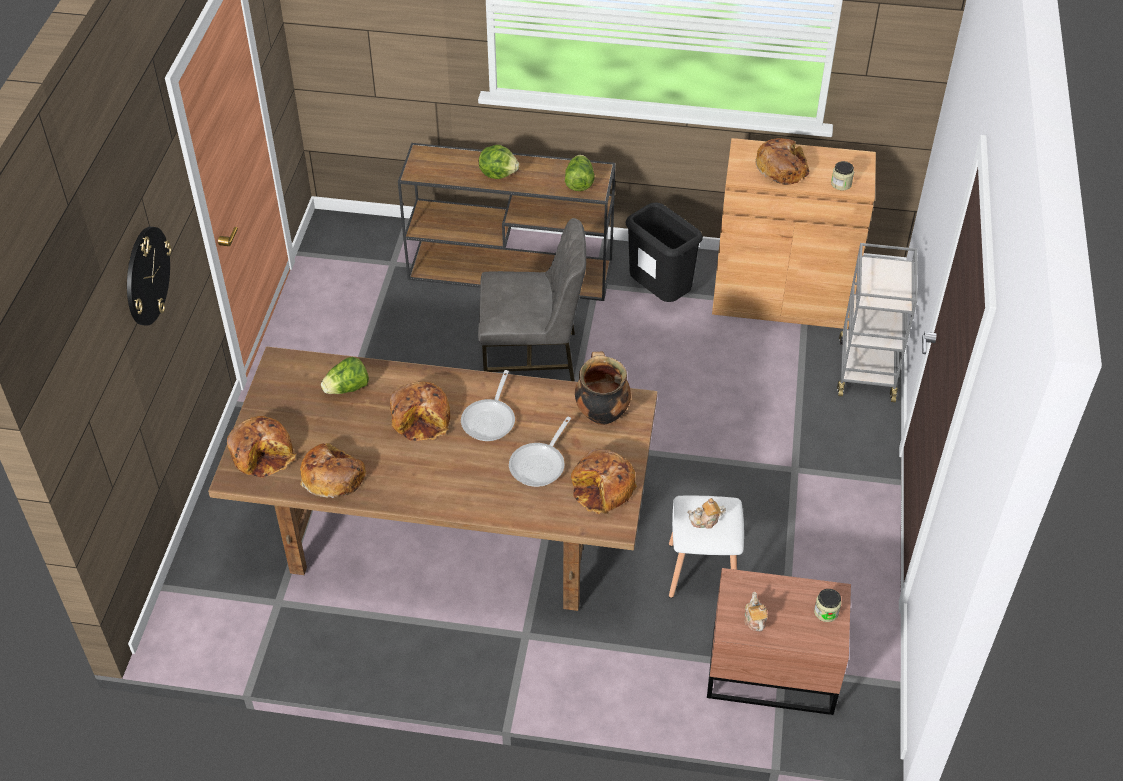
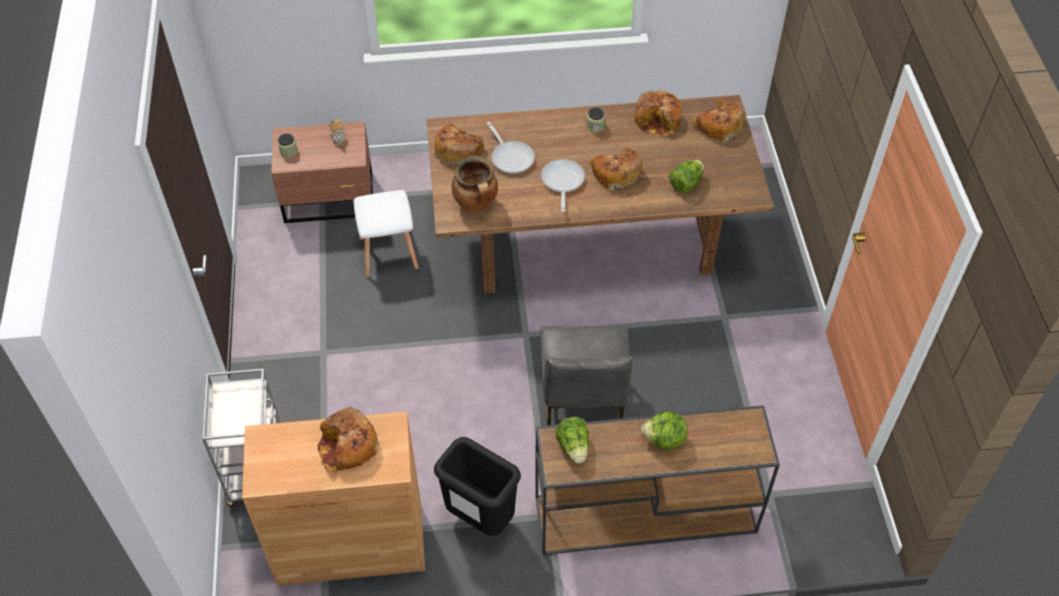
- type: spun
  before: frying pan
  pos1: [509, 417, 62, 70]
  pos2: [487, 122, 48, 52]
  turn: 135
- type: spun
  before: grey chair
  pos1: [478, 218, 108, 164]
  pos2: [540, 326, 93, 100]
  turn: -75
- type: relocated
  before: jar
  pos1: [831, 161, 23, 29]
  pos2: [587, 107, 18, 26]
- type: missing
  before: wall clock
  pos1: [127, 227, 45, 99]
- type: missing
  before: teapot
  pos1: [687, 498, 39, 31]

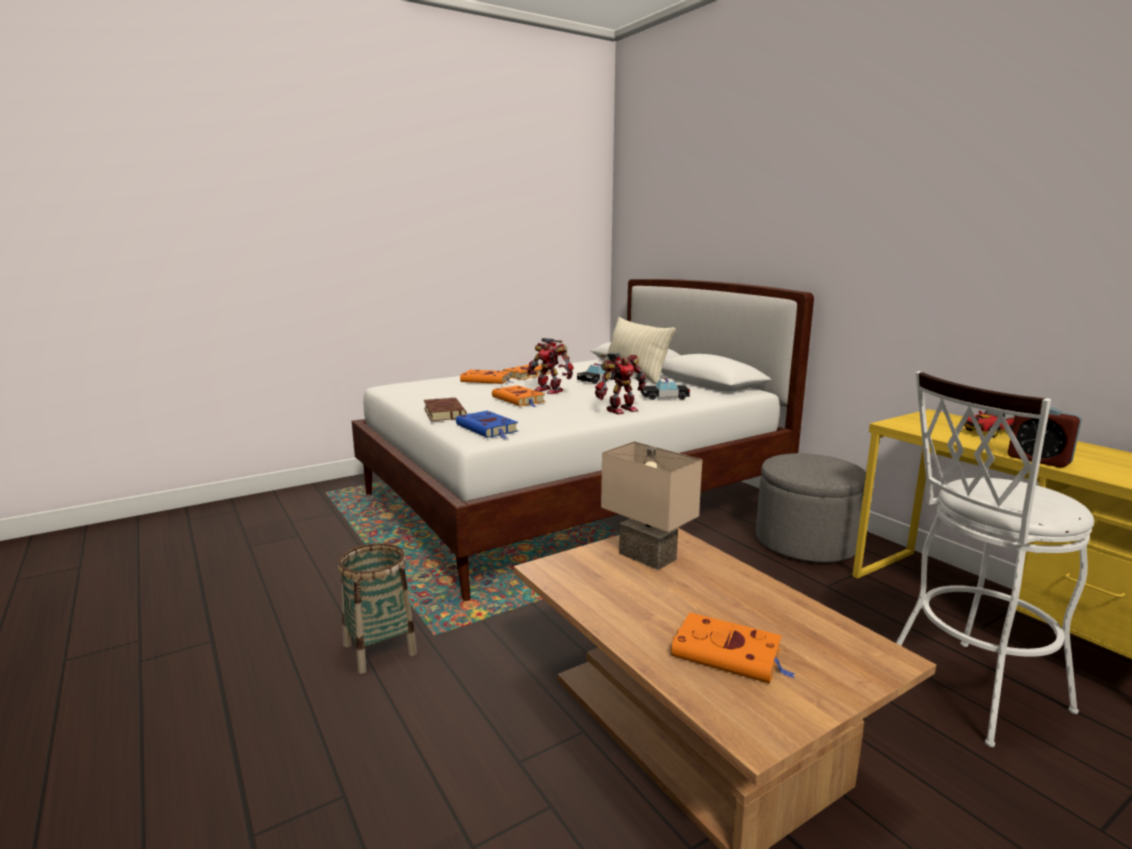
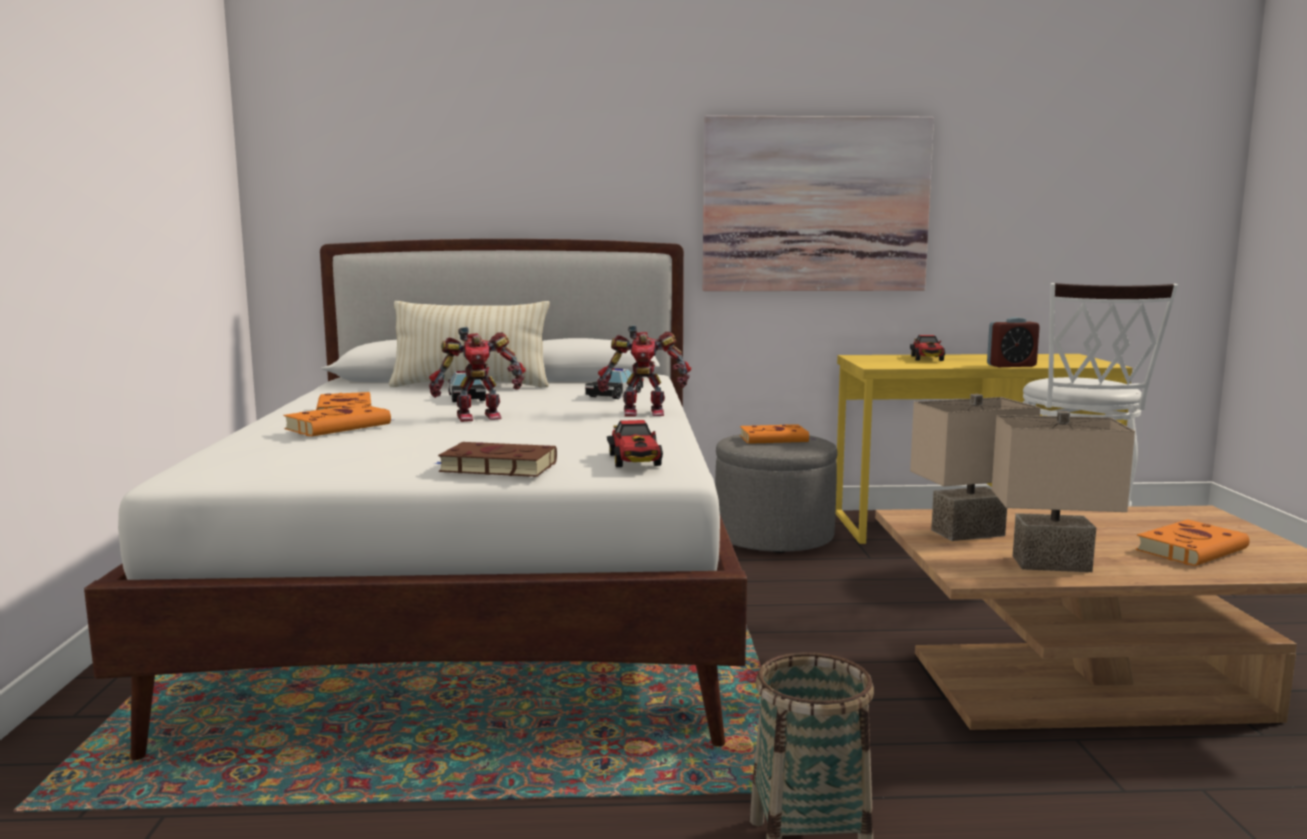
- type: spun
  before: toy robot
  pos1: [595, 353, 51, 62]
  pos2: [597, 325, 94, 91]
  turn: 90
- type: exchanged
  before: blue book
  after: toy car
  pos1: [456, 411, 62, 28]
  pos2: [607, 420, 56, 47]
- type: appeared
  after: picture
  pos2: [703, 116, 231, 175]
- type: relocated
  before: orange book
  pos1: [492, 385, 53, 22]
  pos2: [740, 424, 72, 20]
- type: appeared
  after: beige table lamp
  pos2: [992, 411, 143, 161]

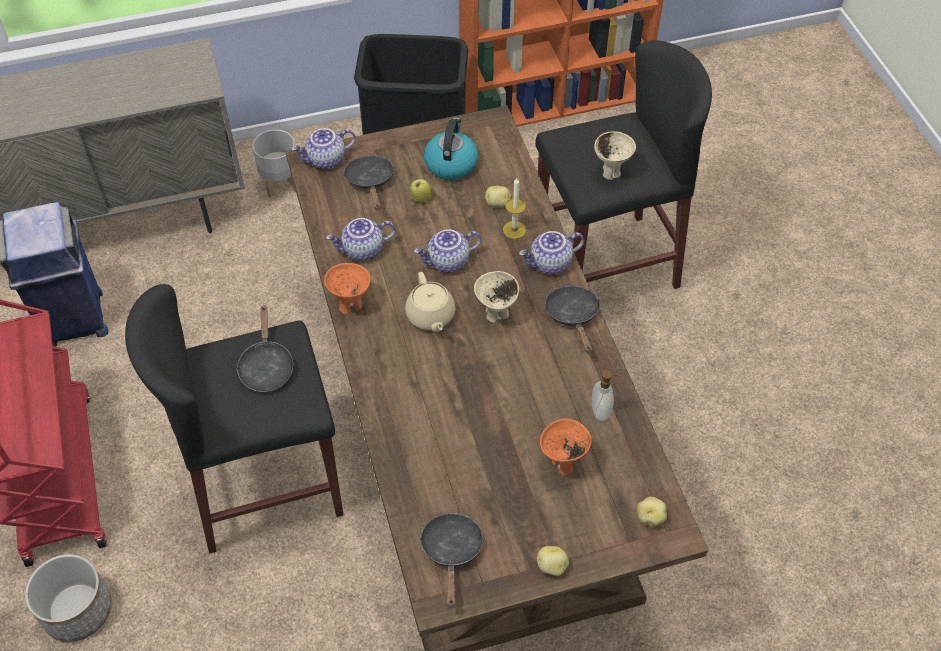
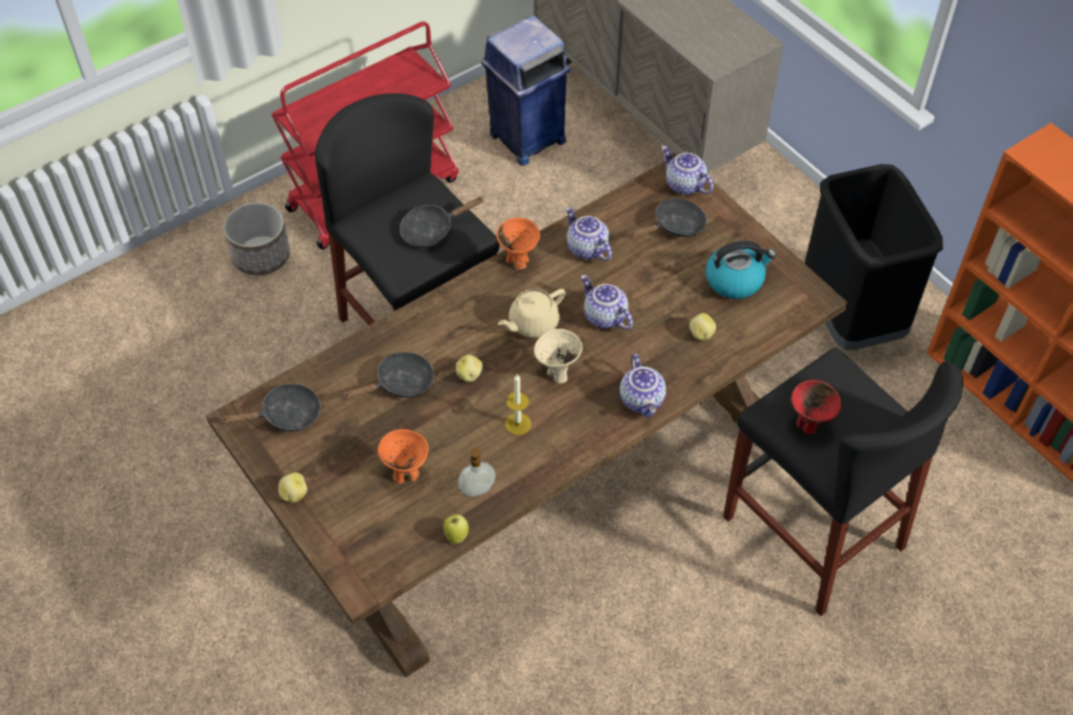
- type: relocated
  before: black frying pan
  pos1: [545, 286, 54, 68]
  pos2: [342, 352, 92, 48]
- type: relocated
  before: apple
  pos1: [410, 178, 21, 25]
  pos2: [444, 514, 25, 29]
- type: relocated
  before: potato
  pos1: [637, 497, 30, 30]
  pos2: [456, 355, 27, 27]
- type: relocated
  before: candle
  pos1: [503, 178, 23, 61]
  pos2: [505, 375, 26, 60]
- type: spun
  before: teapot
  pos1: [519, 231, 65, 43]
  pos2: [620, 354, 46, 63]
  turn: -150
- type: colour
  before: beige bowl
  after: red bowl
  pos1: [594, 131, 42, 49]
  pos2: [791, 380, 50, 54]
- type: missing
  before: grey planter
  pos1: [252, 129, 44, 69]

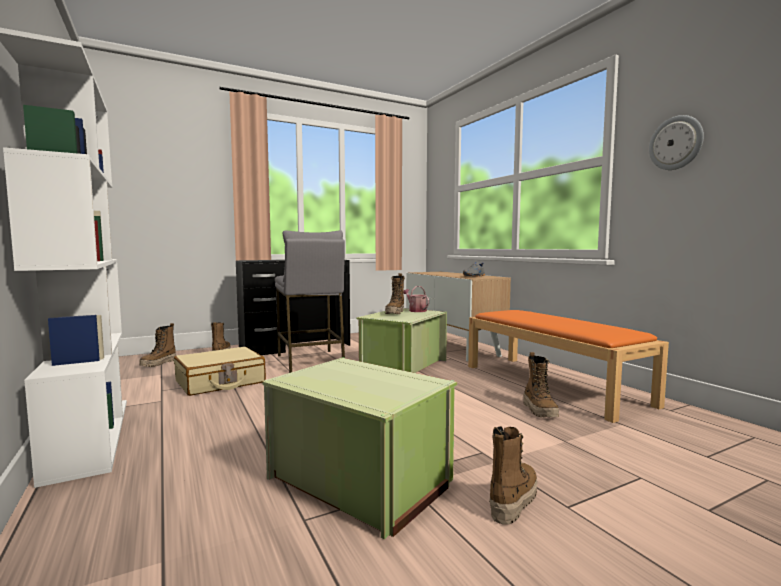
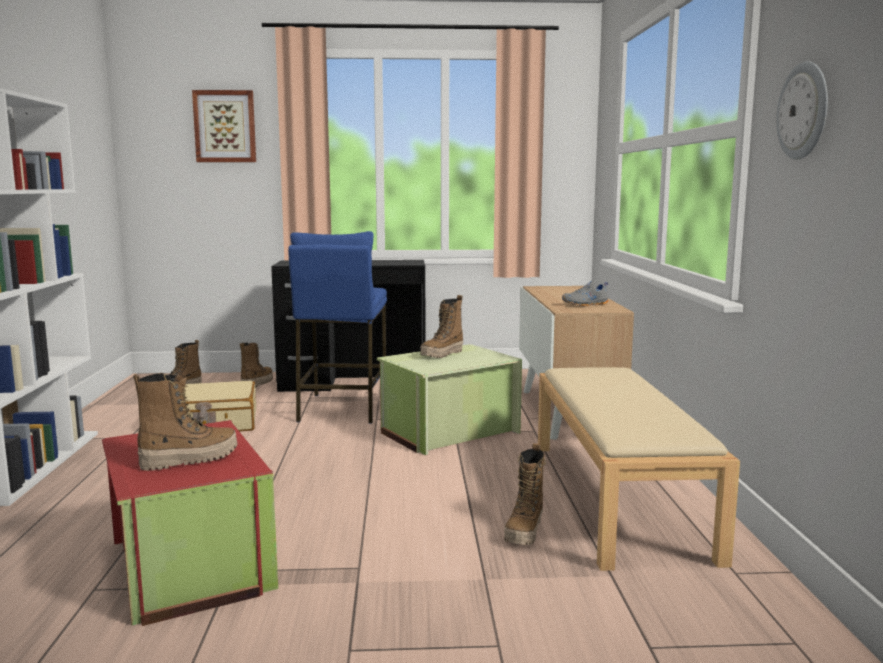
- type: colour
  before: green storage box
  after: red storage box
  pos1: [263, 357, 194, 182]
  pos2: [102, 420, 176, 206]
- type: relocated
  before: boot
  pos1: [489, 426, 48, 99]
  pos2: [133, 373, 105, 98]
- type: appeared
  after: picture
  pos2: [192, 90, 64, 72]
- type: colour
  before: grey stool
  after: blue stool
  pos1: [275, 230, 70, 143]
  pos2: [288, 231, 99, 192]
- type: colour
  before: orange bench
  after: beige bench
  pos1: [468, 310, 201, 113]
  pos2: [538, 367, 202, 204]
- type: missing
  before: watering can
  pos1: [404, 286, 25, 26]

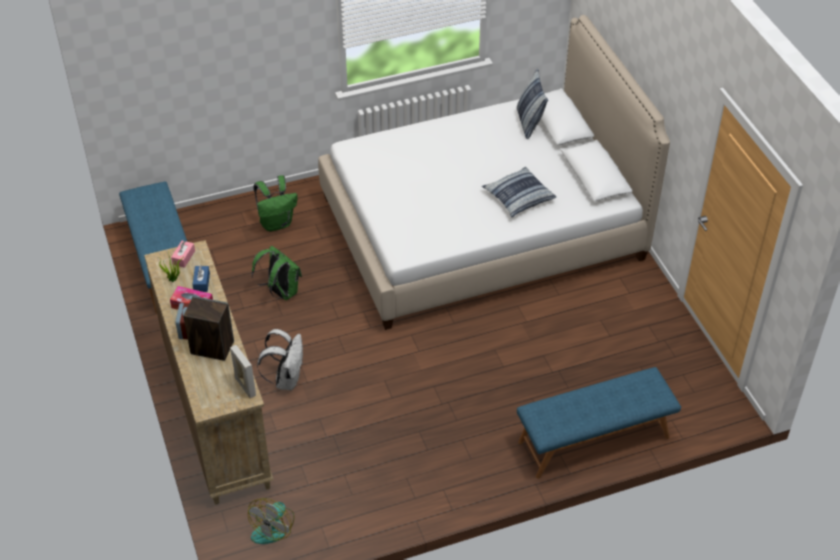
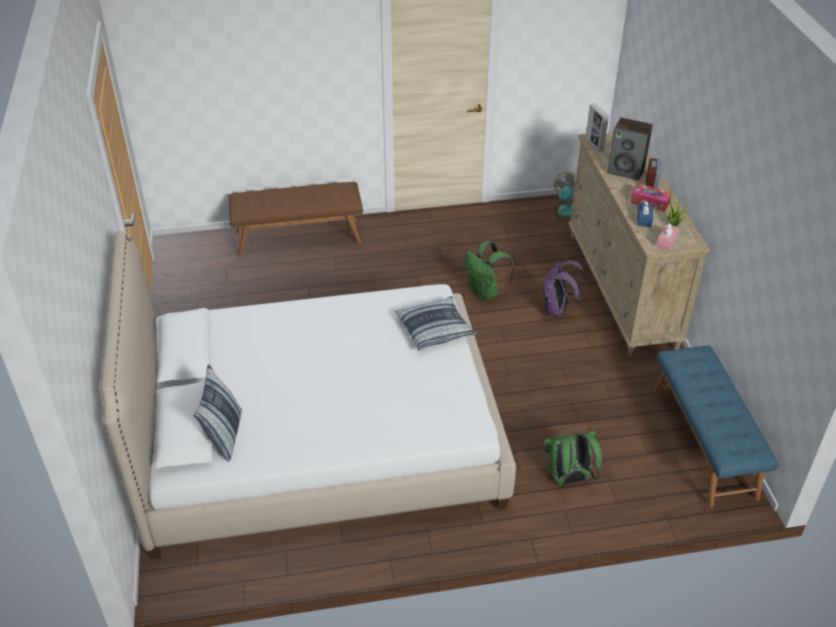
- type: colour
  before: blue bench
  after: brown bench
  pos1: [517, 367, 164, 112]
  pos2: [229, 182, 134, 75]
- type: relocated
  before: pillow
  pos1: [482, 167, 74, 50]
  pos2: [395, 296, 82, 55]
- type: relocated
  before: green backpack
  pos1: [251, 246, 51, 54]
  pos2: [465, 240, 49, 61]
- type: colour
  before: white backpack
  after: purple backpack
  pos1: [257, 329, 46, 61]
  pos2: [542, 261, 44, 56]

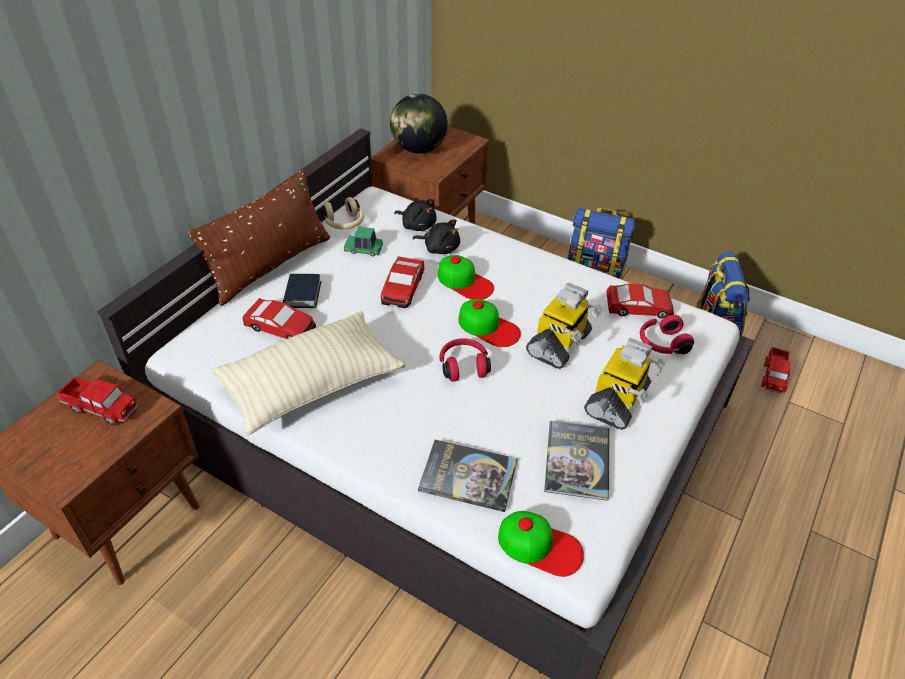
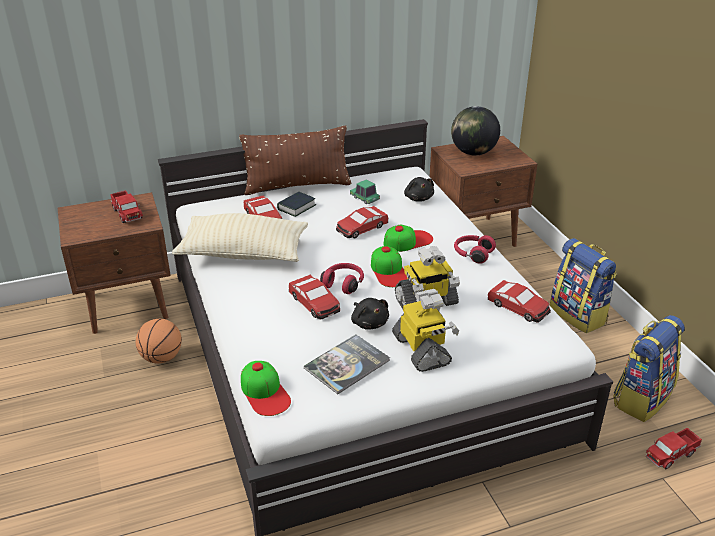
- type: appeared
  after: basketball
  pos2: [136, 319, 46, 44]
- type: appeared
  after: toy car
  pos2: [289, 275, 51, 44]
- type: relocated
  before: black plush toy
  pos1: [413, 219, 47, 35]
  pos2: [351, 298, 38, 32]
- type: spun
  before: cap
  pos1: [438, 255, 56, 45]
  pos2: [383, 225, 50, 27]
  turn: -105
- type: spun
  before: toy robot
  pos1: [584, 338, 81, 92]
  pos2: [392, 289, 67, 83]
  turn: -90
- type: relocated
  before: red headphones
  pos1: [640, 315, 54, 39]
  pos2: [454, 235, 42, 29]
- type: missing
  before: beige headphones
  pos1: [321, 197, 43, 32]
- type: missing
  before: book
  pos1: [418, 439, 100, 73]

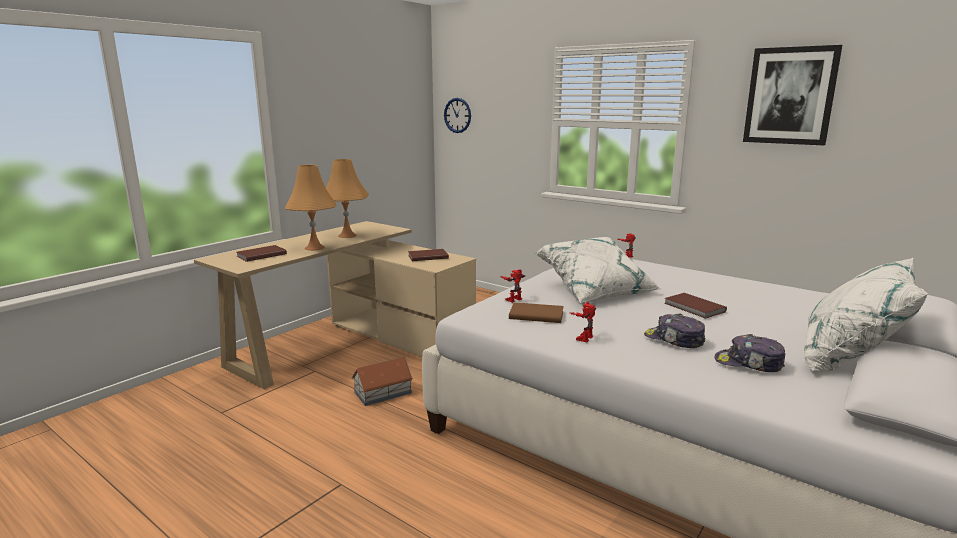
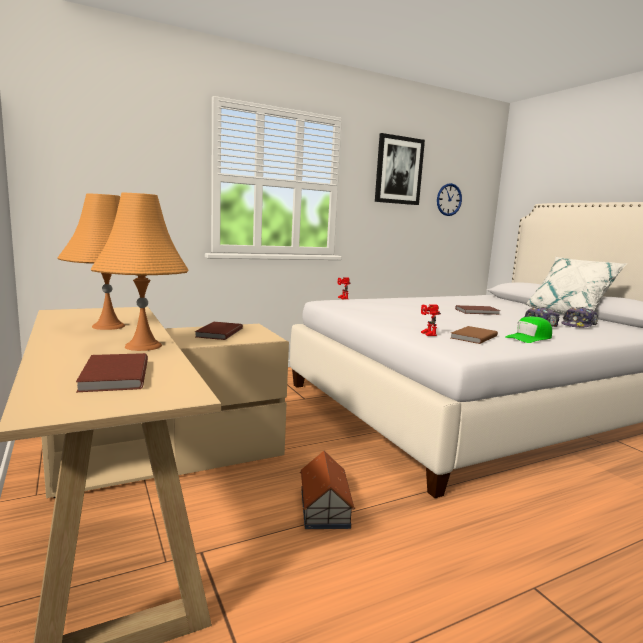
- type: relocated
  before: wall clock
  pos1: [444, 98, 27, 35]
  pos2: [437, 183, 25, 33]
- type: exchanged
  before: toy robot
  after: green cap
  pos1: [570, 302, 26, 40]
  pos2: [506, 317, 46, 26]
- type: missing
  before: white pillow
  pos1: [535, 237, 125, 66]

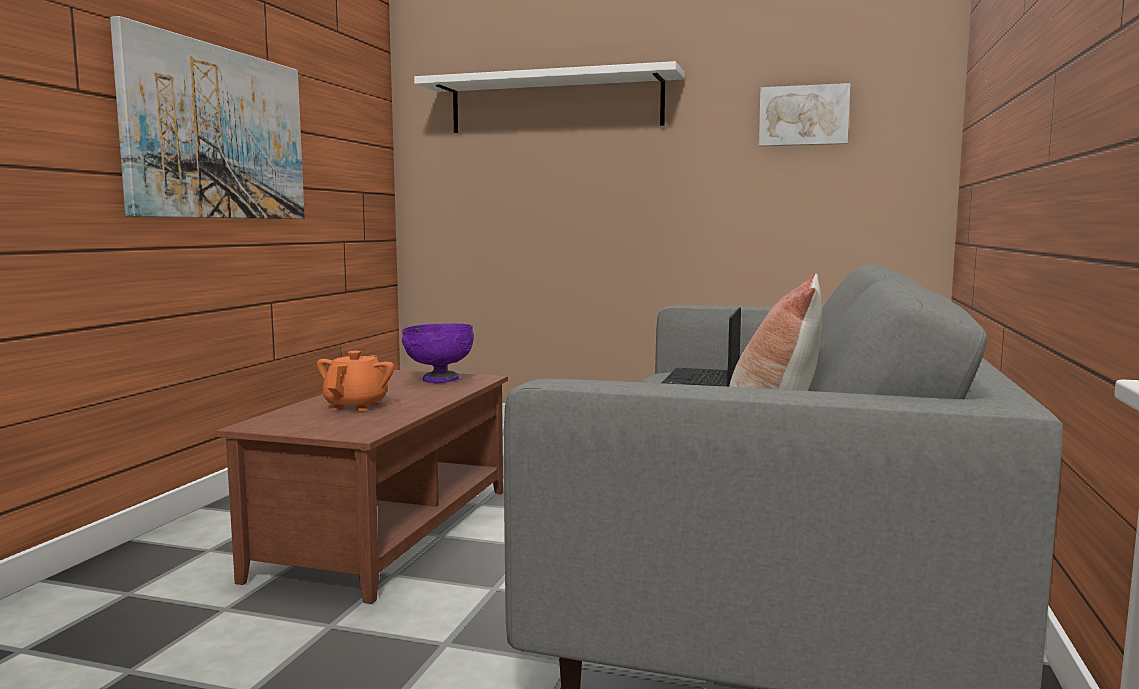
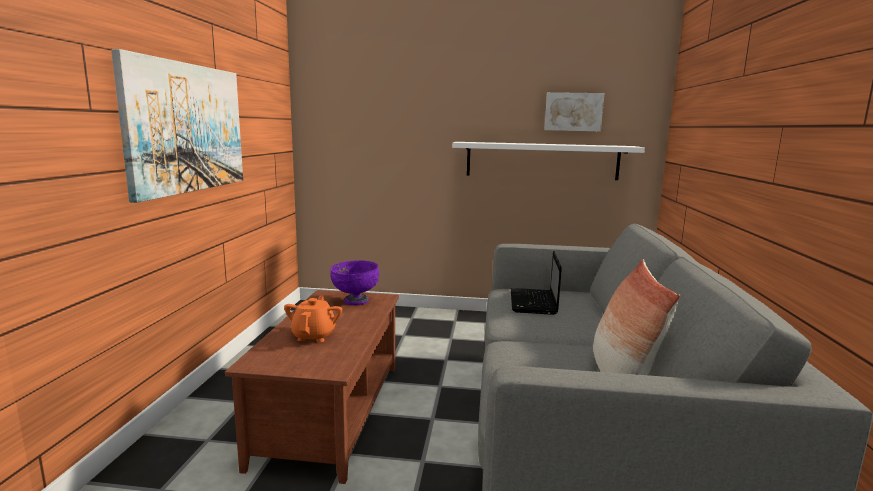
- type: relocated
  before: white shelf
  pos1: [414, 61, 271, 72]
  pos2: [452, 142, 193, 38]

